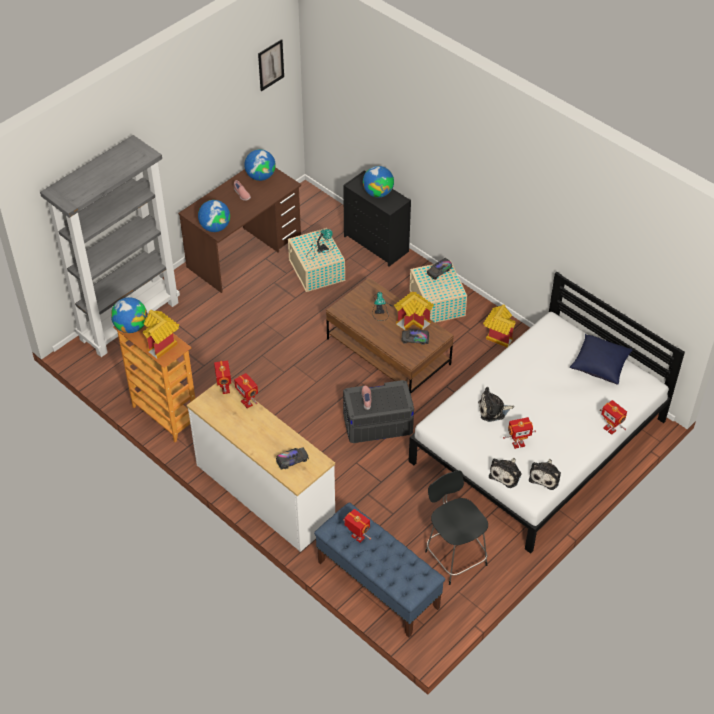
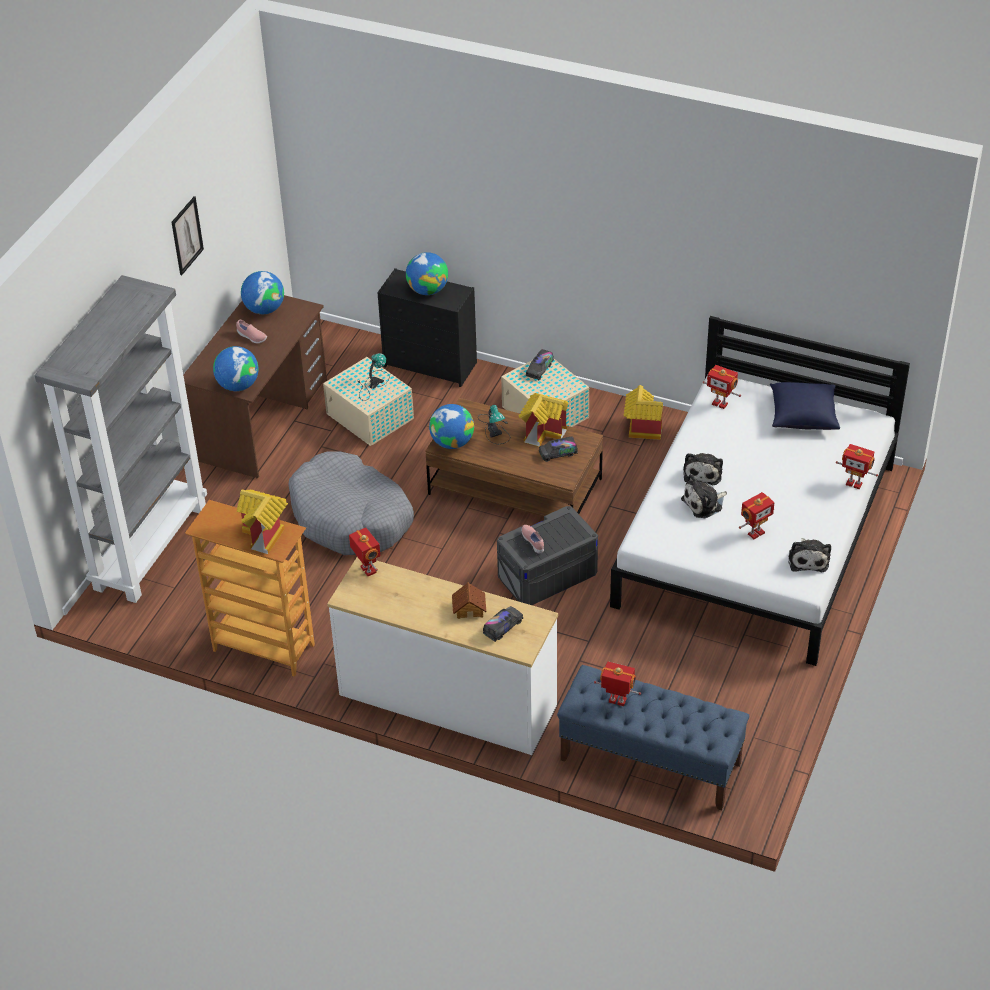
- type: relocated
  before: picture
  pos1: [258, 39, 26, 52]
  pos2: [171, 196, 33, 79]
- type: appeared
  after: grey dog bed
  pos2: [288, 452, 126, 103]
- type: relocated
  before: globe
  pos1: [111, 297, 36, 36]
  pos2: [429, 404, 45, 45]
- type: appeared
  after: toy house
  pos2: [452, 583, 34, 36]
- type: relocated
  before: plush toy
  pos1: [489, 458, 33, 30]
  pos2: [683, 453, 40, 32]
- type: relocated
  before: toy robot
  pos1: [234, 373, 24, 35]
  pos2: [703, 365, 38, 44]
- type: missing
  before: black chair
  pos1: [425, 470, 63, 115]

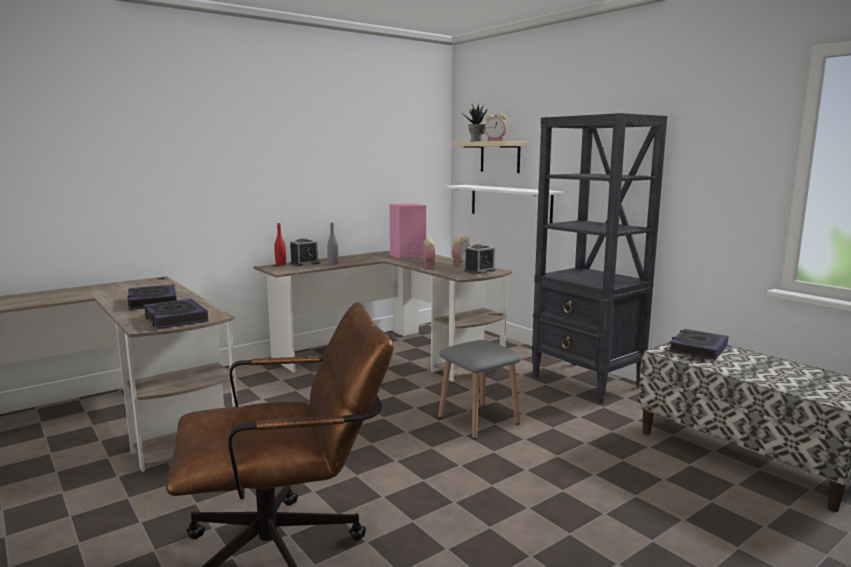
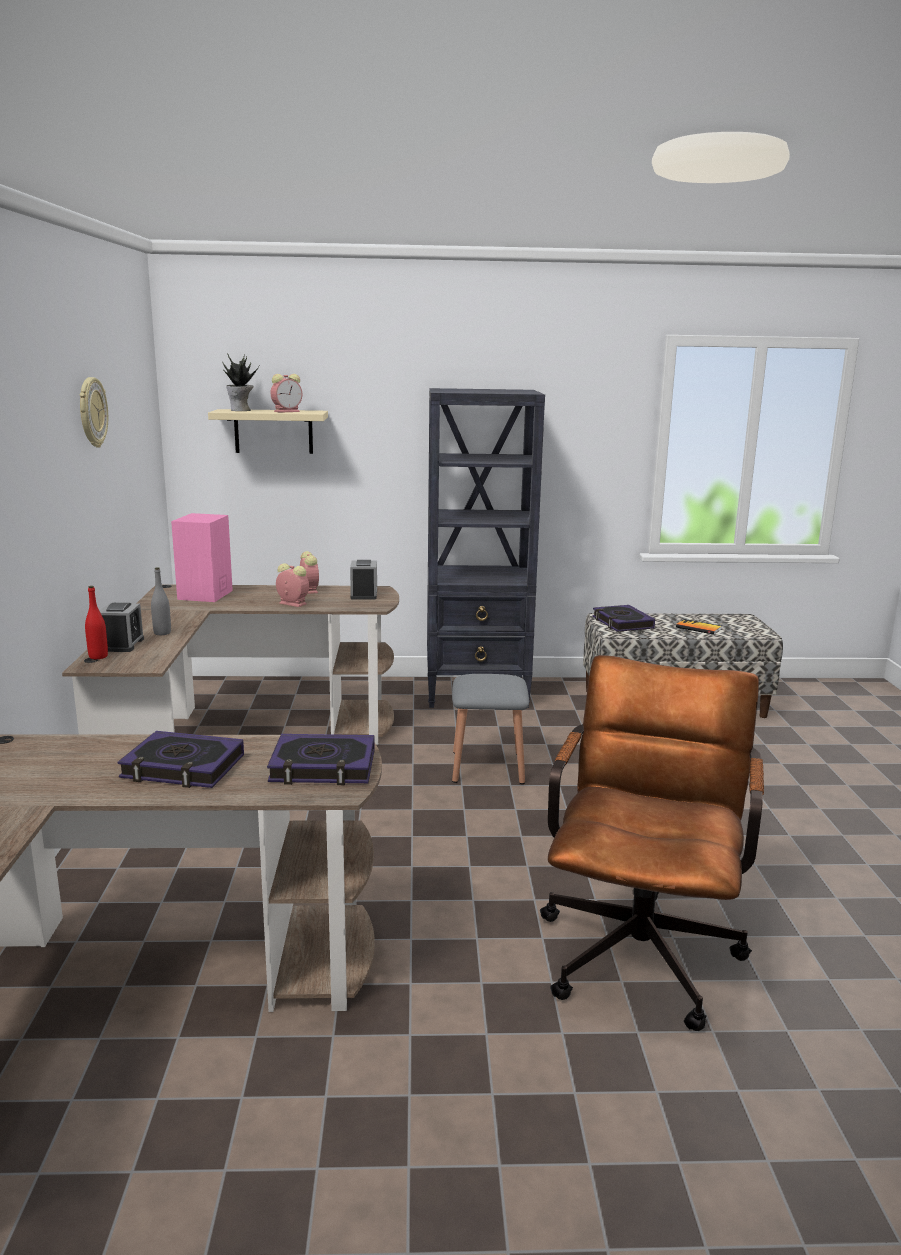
- type: appeared
  after: wall clock
  pos2: [80, 377, 28, 71]
- type: appeared
  after: book
  pos2: [676, 619, 45, 16]
- type: missing
  before: white shelf
  pos1: [444, 185, 119, 38]

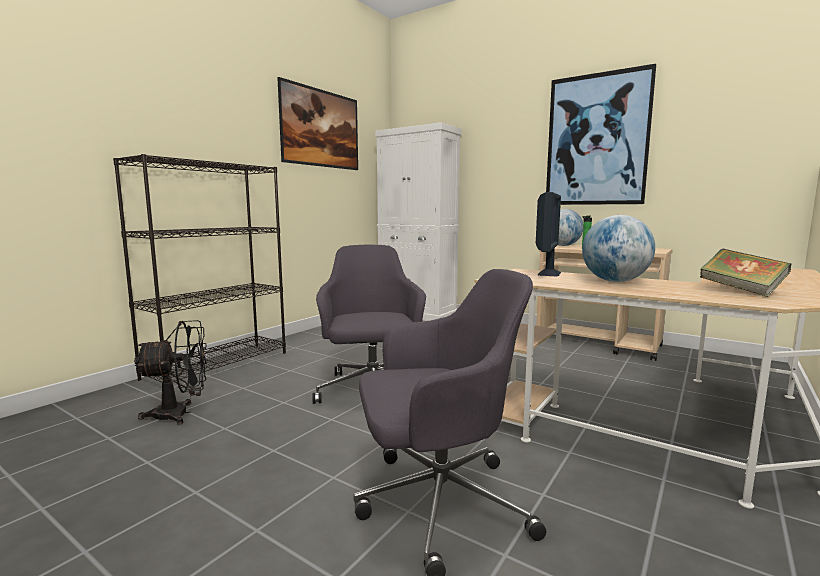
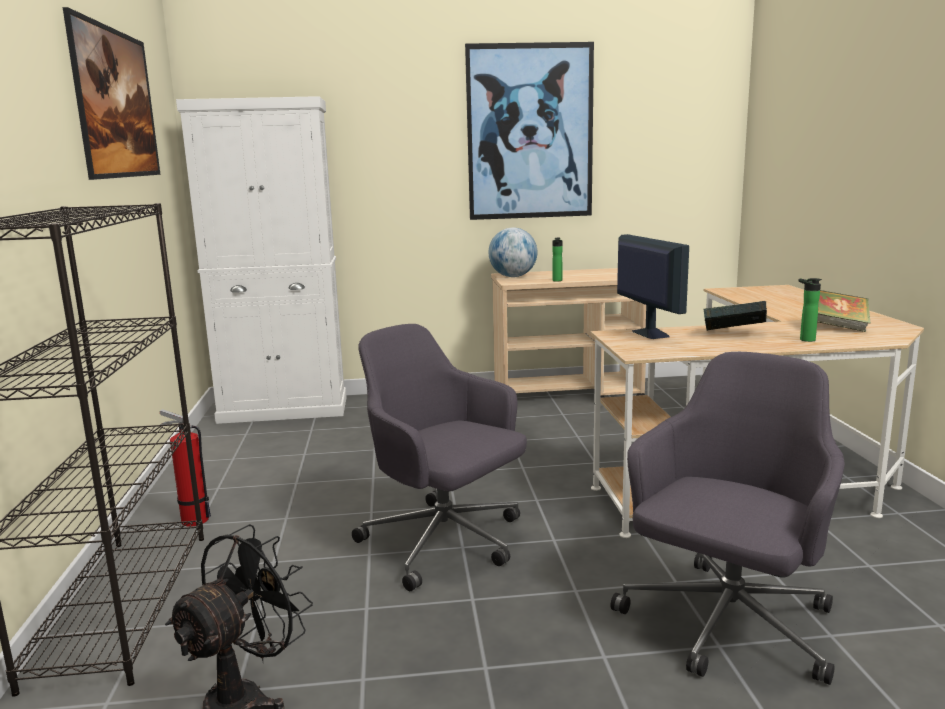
- type: appeared
  after: fire extinguisher
  pos2: [160, 409, 51, 118]
- type: exchanged
  before: globe
  after: book
  pos1: [582, 215, 73, 67]
  pos2: [704, 301, 63, 30]
- type: appeared
  after: bottle
  pos2: [798, 278, 24, 64]

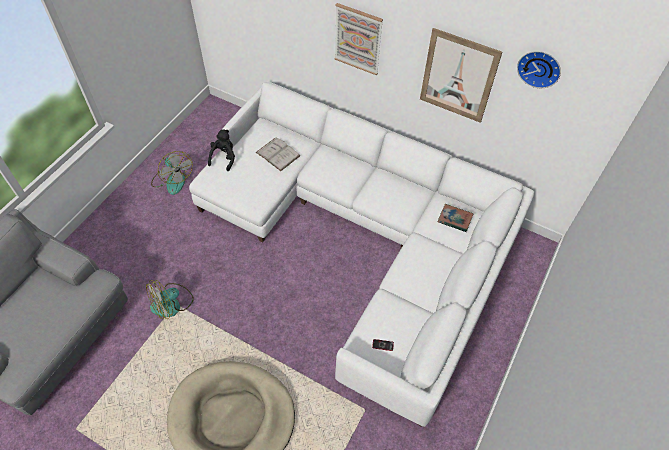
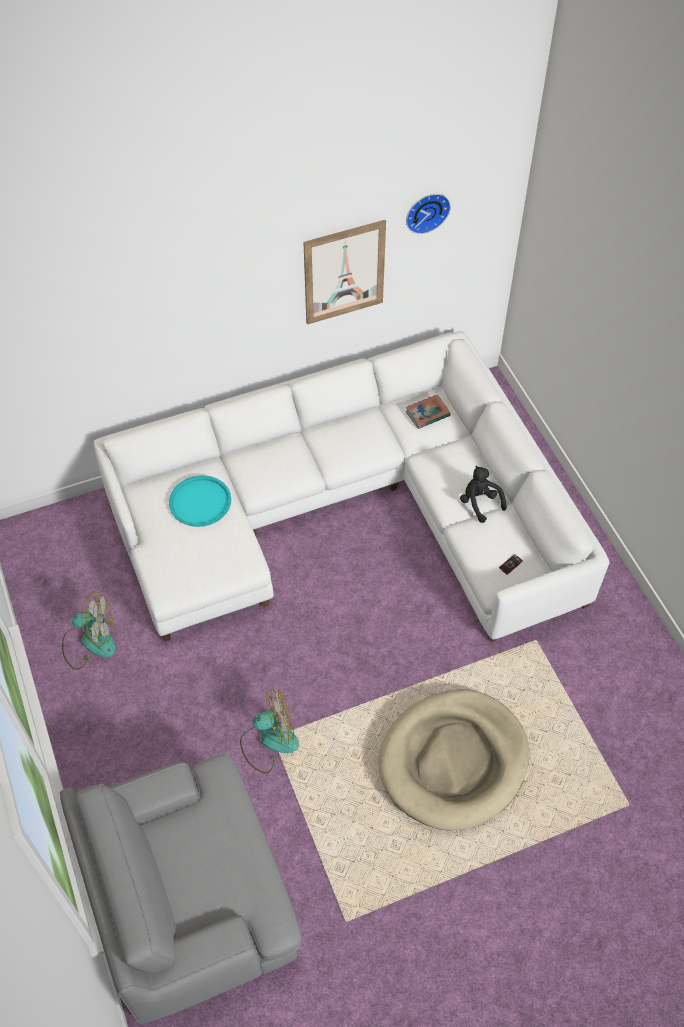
- type: exchanged
  before: white book
  after: turquoise tray
  pos1: [256, 137, 45, 34]
  pos2: [169, 475, 62, 52]
- type: spun
  before: fan
  pos1: [146, 280, 48, 39]
  pos2: [240, 688, 59, 86]
  turn: -105
- type: relocated
  before: black plush toy
  pos1: [208, 130, 27, 41]
  pos2: [460, 466, 47, 57]
- type: missing
  before: picture
  pos1: [334, 3, 49, 72]

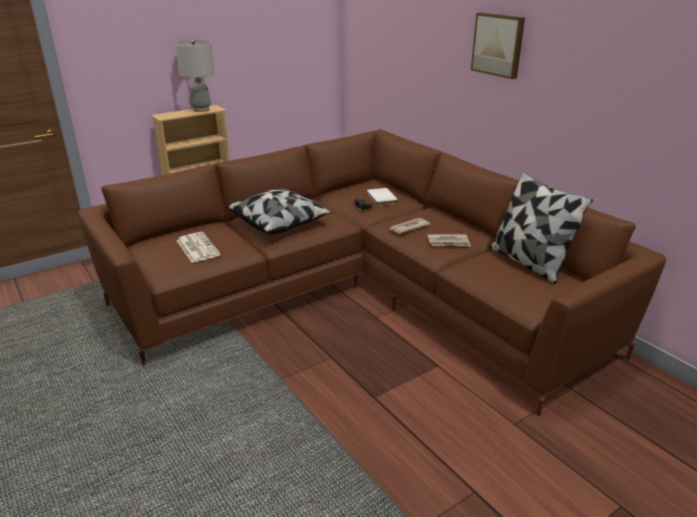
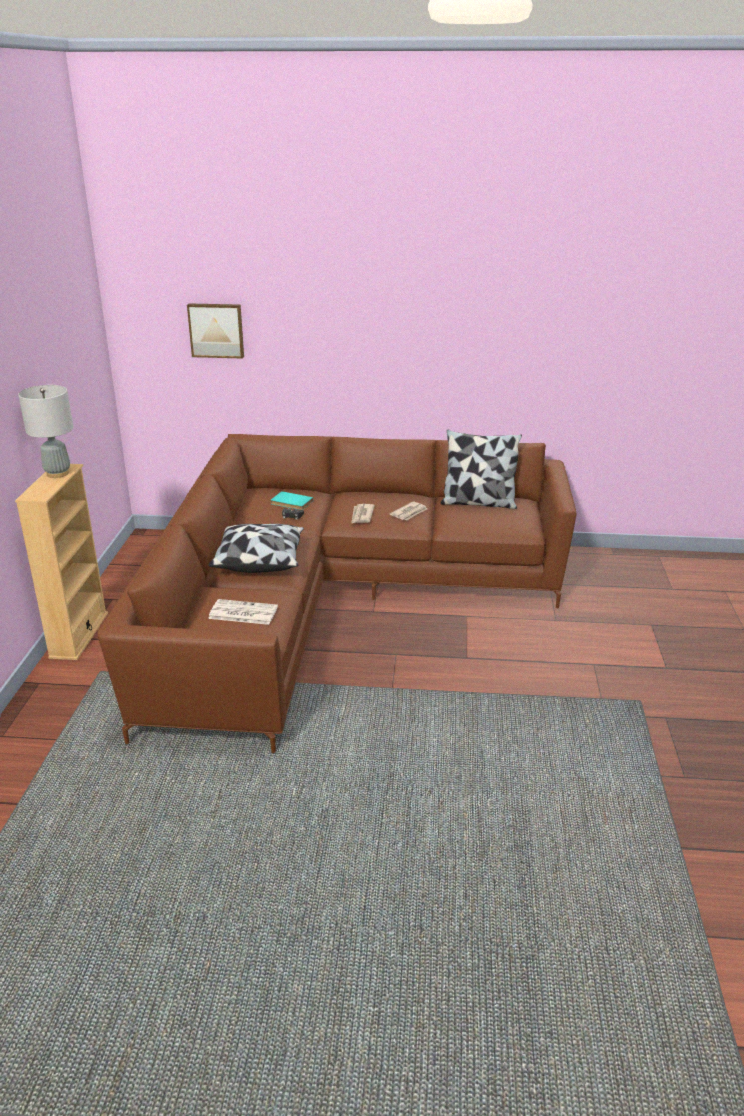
- type: relocated
  before: picture
  pos1: [471, 13, 54, 66]
  pos2: [187, 304, 57, 55]
- type: colour
  before: white book
  after: turquoise book
  pos1: [367, 188, 31, 18]
  pos2: [271, 491, 42, 19]

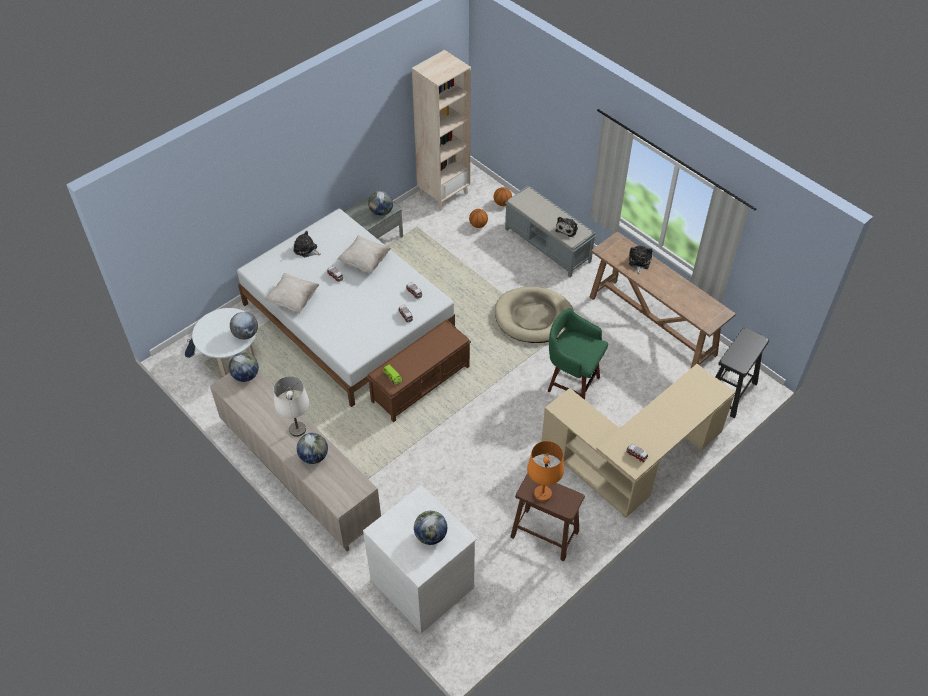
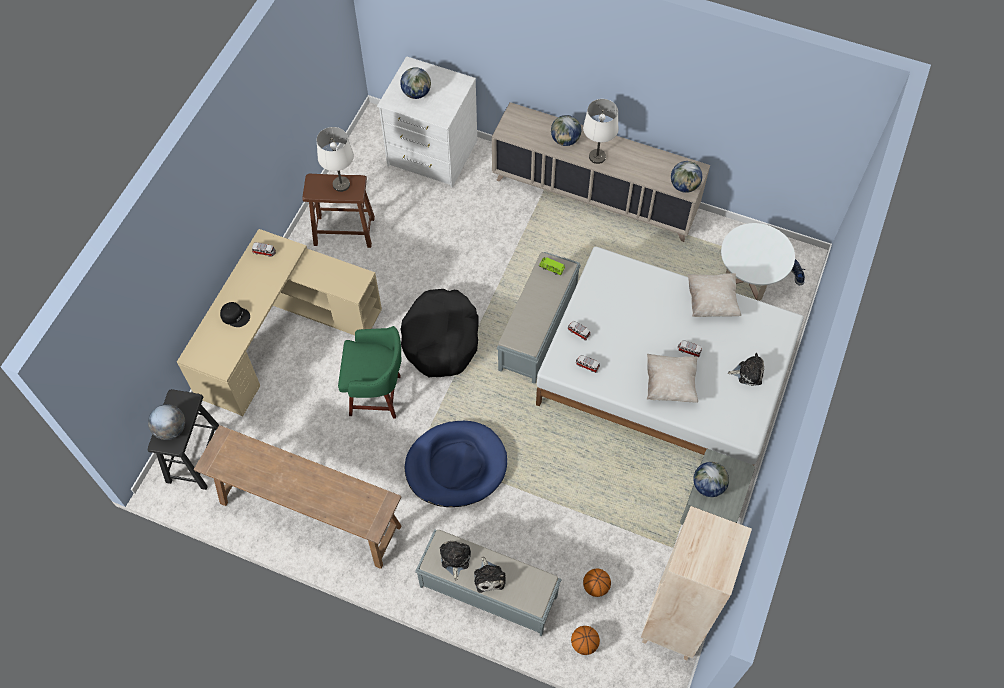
- type: relocated
  before: globe
  pos1: [230, 312, 28, 28]
  pos2: [148, 404, 37, 36]
- type: appeared
  after: black cap
  pos2: [220, 302, 30, 25]
- type: colour
  before: orange table lamp
  after: white table lamp
  pos1: [527, 441, 37, 61]
  pos2: [317, 127, 37, 65]
- type: appeared
  after: black dog bed
  pos2: [401, 289, 77, 88]
- type: colour
  before: beige dog bed
  after: blue dog bed
  pos1: [495, 286, 78, 57]
  pos2: [405, 421, 102, 86]
- type: relocated
  before: plush toy
  pos1: [629, 246, 23, 28]
  pos2: [474, 557, 32, 36]
- type: colour
  before: brown bench
  after: grey bench
  pos1: [367, 319, 104, 103]
  pos2: [497, 252, 84, 132]

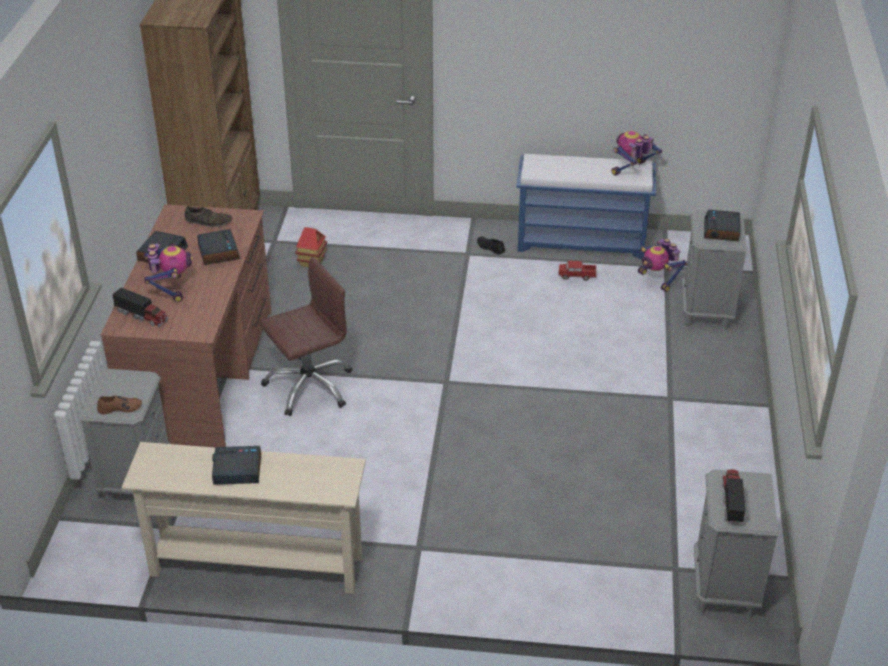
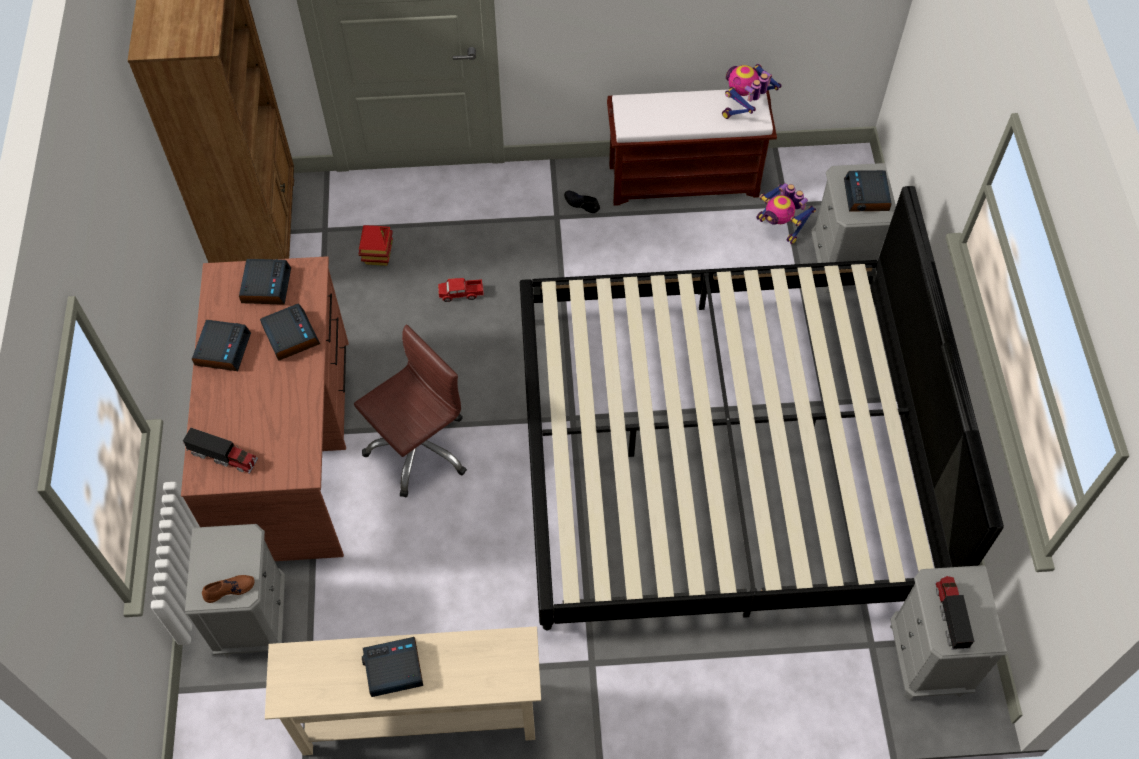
- type: exchanged
  before: brown shoe
  after: alarm clock
  pos1: [185, 206, 47, 21]
  pos2: [239, 259, 52, 46]
- type: relocated
  before: toy truck
  pos1: [559, 261, 37, 20]
  pos2: [438, 278, 46, 24]
- type: appeared
  after: bed
  pos2: [520, 186, 484, 445]
- type: colour
  before: blue bench
  after: brown bench
  pos1: [516, 154, 140, 105]
  pos2: [607, 89, 170, 117]
- type: missing
  before: toy robot
  pos1: [144, 244, 49, 58]

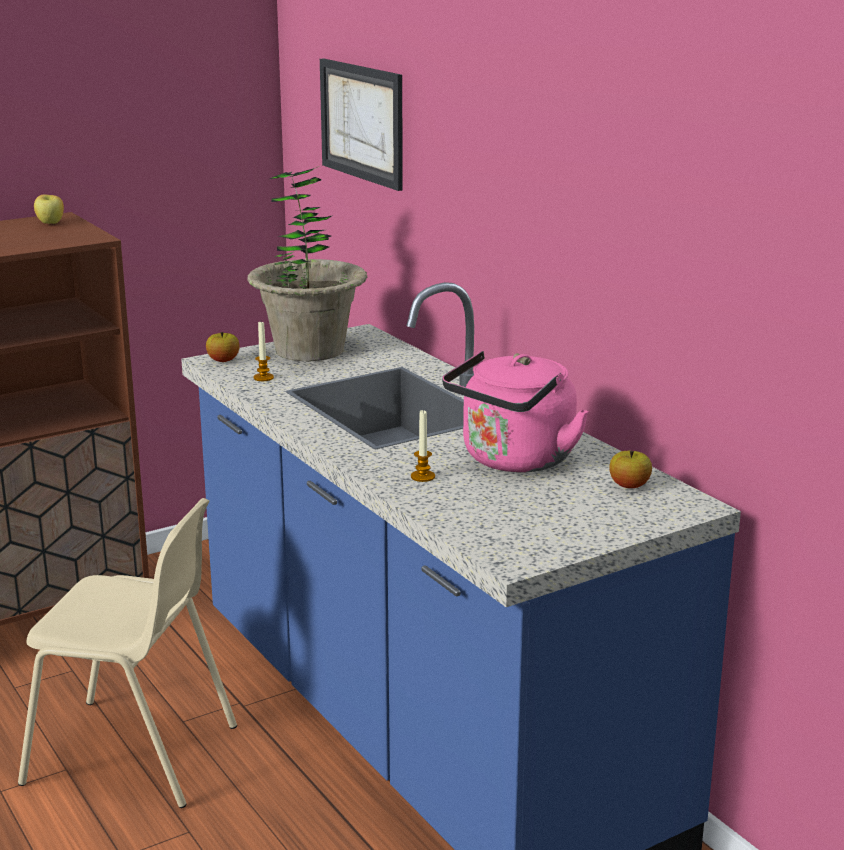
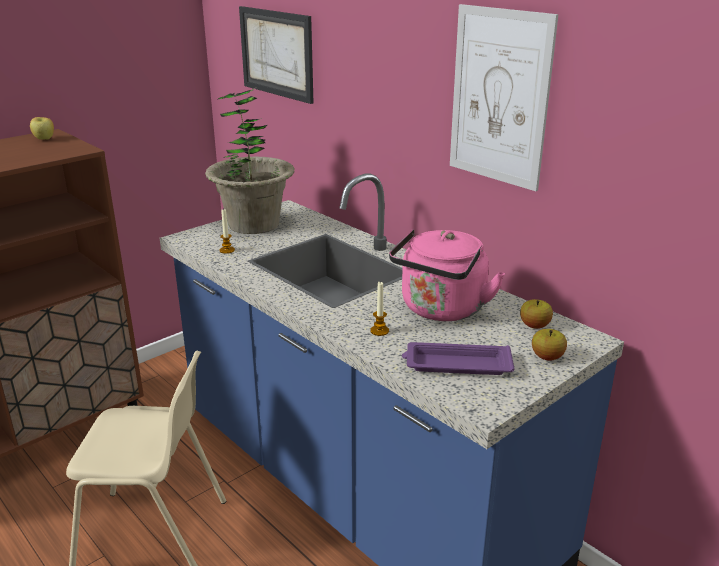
- type: appeared
  after: purple tray
  pos2: [402, 342, 113, 33]
- type: appeared
  after: picture
  pos2: [450, 4, 109, 187]
- type: relocated
  before: apple
  pos1: [206, 332, 34, 30]
  pos2: [532, 329, 35, 32]

